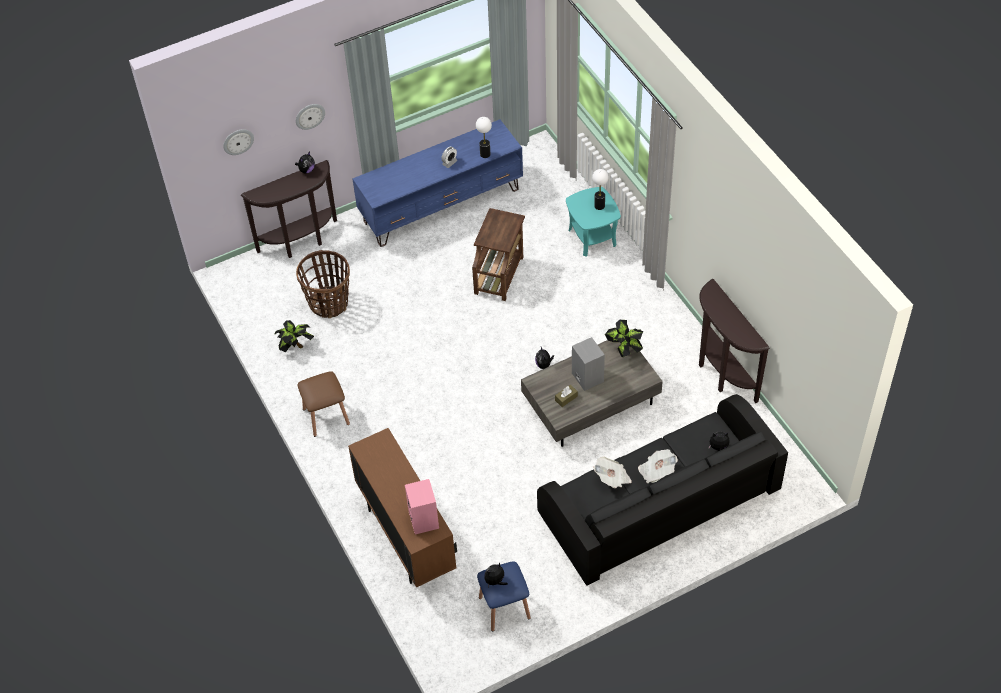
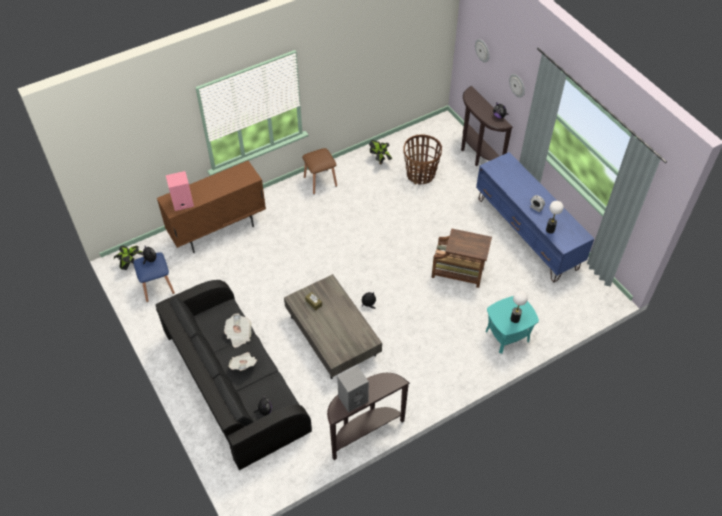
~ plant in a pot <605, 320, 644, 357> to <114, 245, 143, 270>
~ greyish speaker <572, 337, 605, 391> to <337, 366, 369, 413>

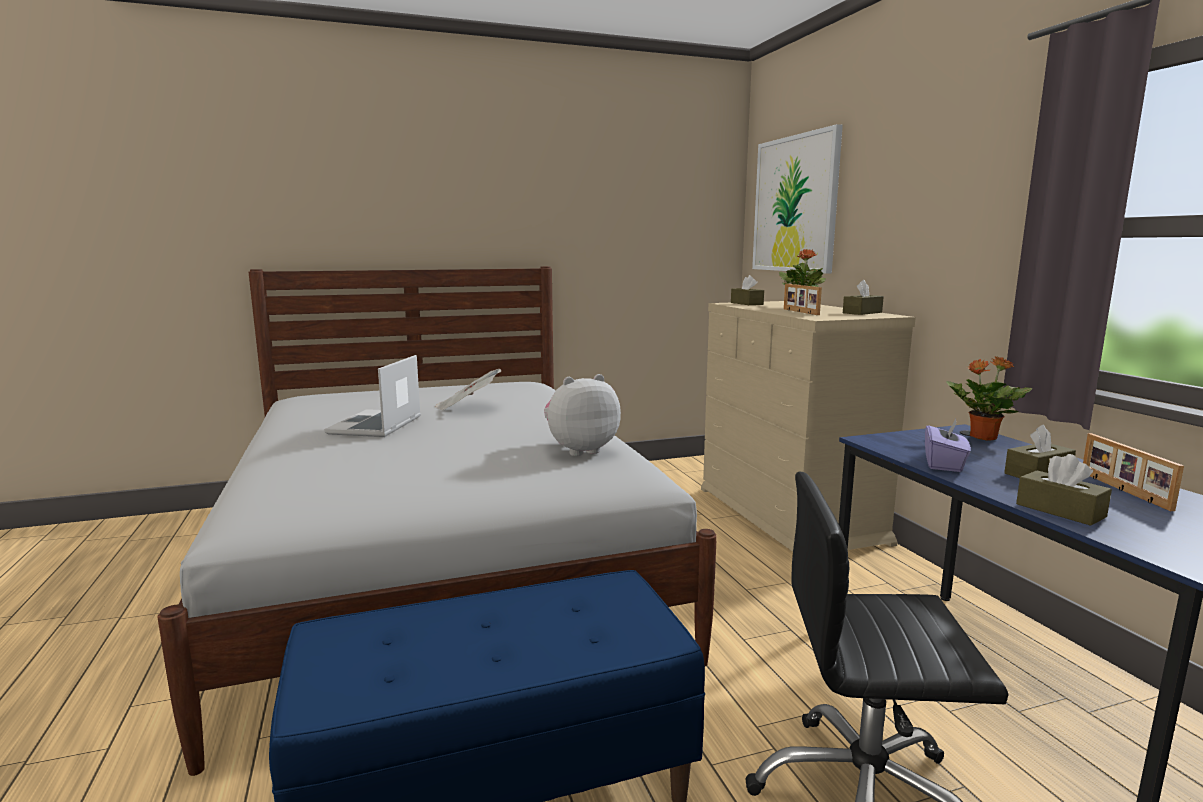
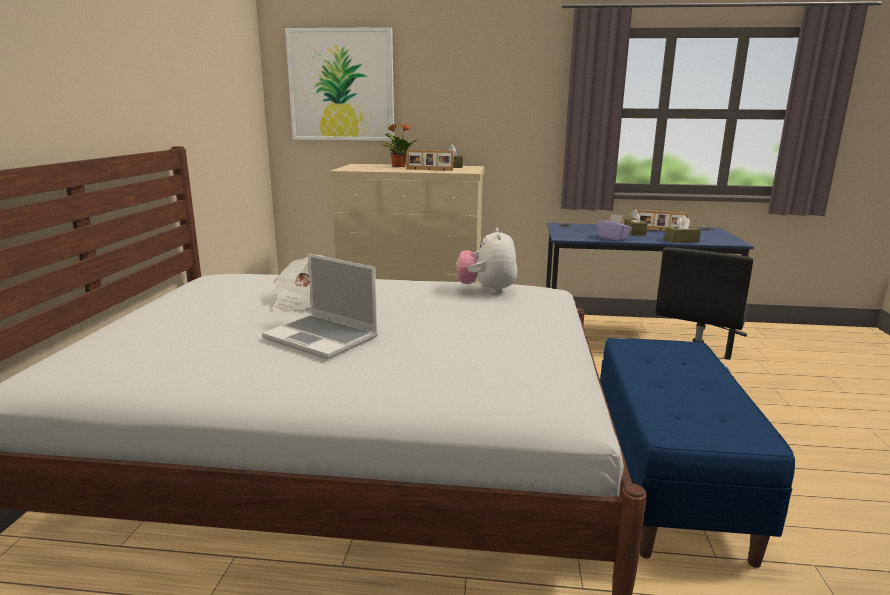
- brown tissue box <731, 275, 764, 305>
- plant in a pot <946, 357, 1032, 441>

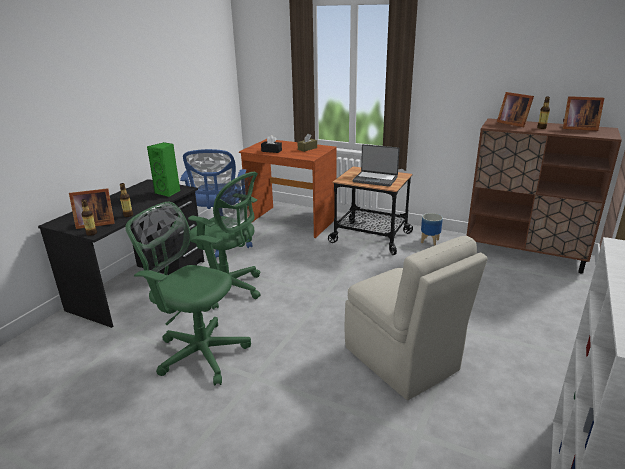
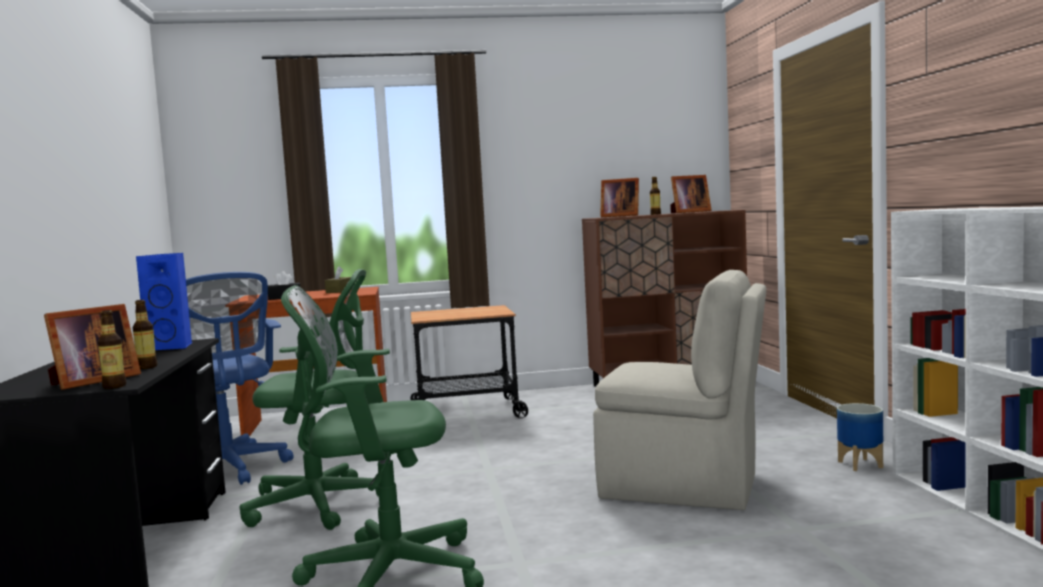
~ green-coloured speaker <147, 142, 180, 197> to blue speaker <136, 253, 192, 350>
- portable computer <353, 144, 400, 187>
~ planter <421, 213, 443, 246> to <837, 403, 883, 471>

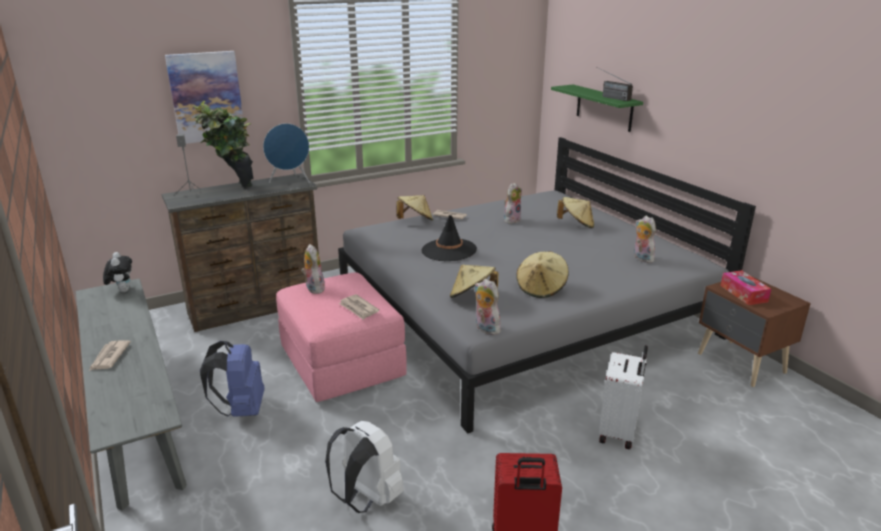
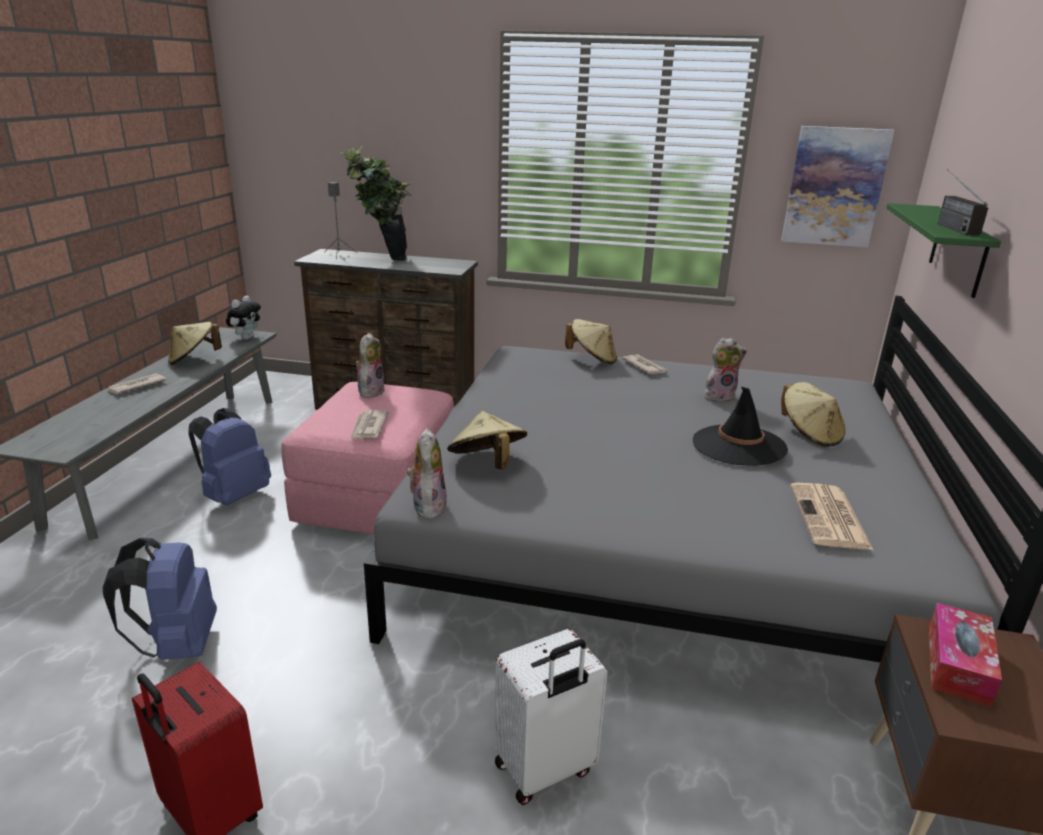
~ wall picture <165, 51, 243, 144> to <781, 126, 894, 247>
- blue speaker <263, 123, 310, 183>
~ black clothing hat <421, 215, 477, 261> to <693, 387, 788, 466>
~ soft toy <634, 216, 656, 263> to newspaper <790, 483, 873, 550>
~ beige clothing hat <516, 251, 569, 298> to <168, 322, 222, 365>
~ white rucksack <325, 421, 404, 513> to blue rucksack <103, 537, 217, 660>

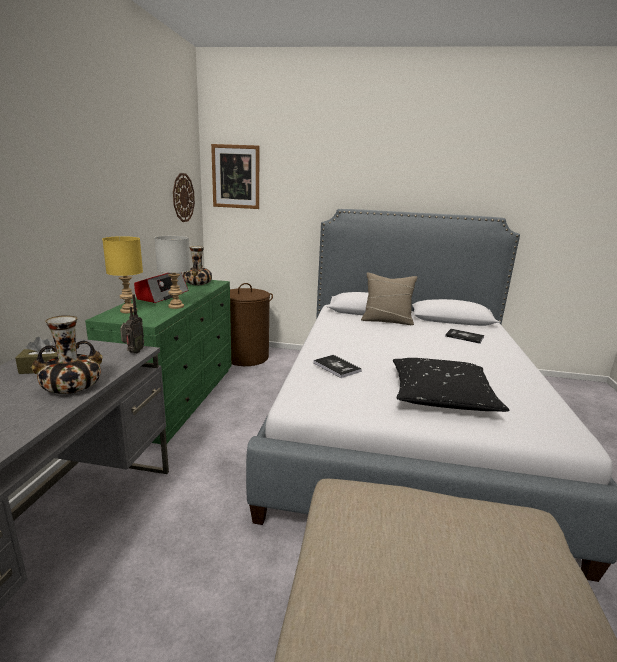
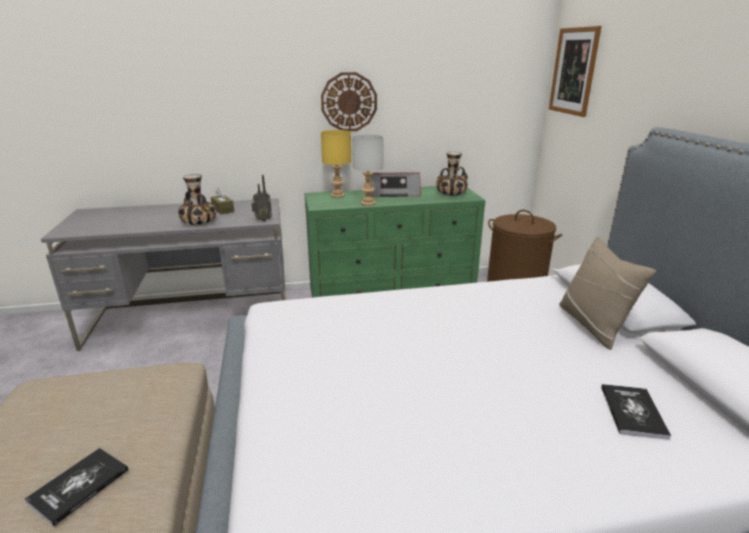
~ wall clock <173, 173, 195, 222> to <321, 72, 377, 131>
~ book <313, 355, 362, 378> to <25, 448, 129, 527>
- black cushion <393, 358, 510, 412>

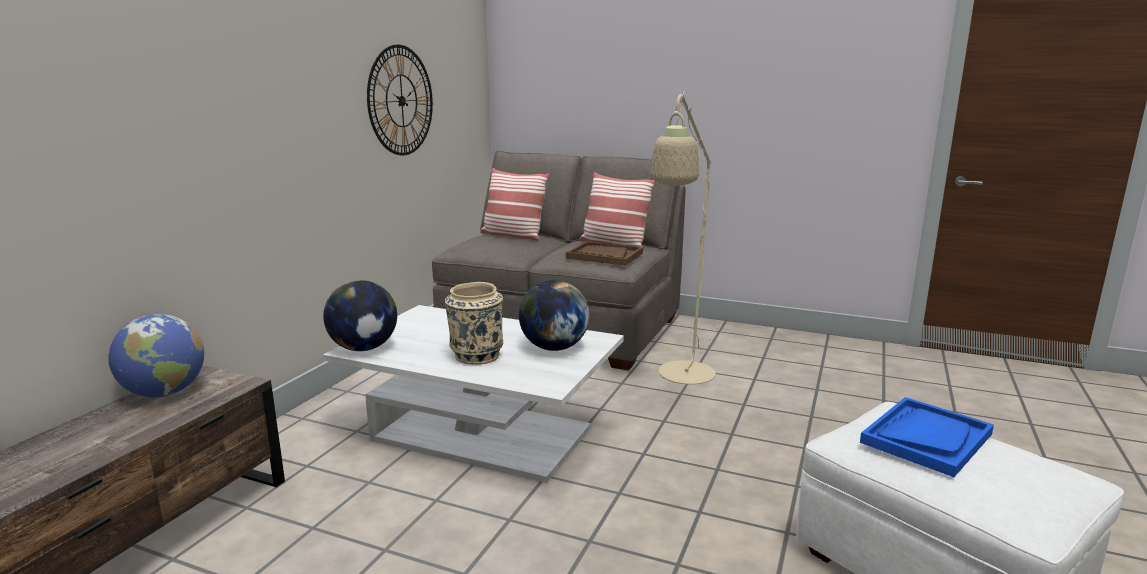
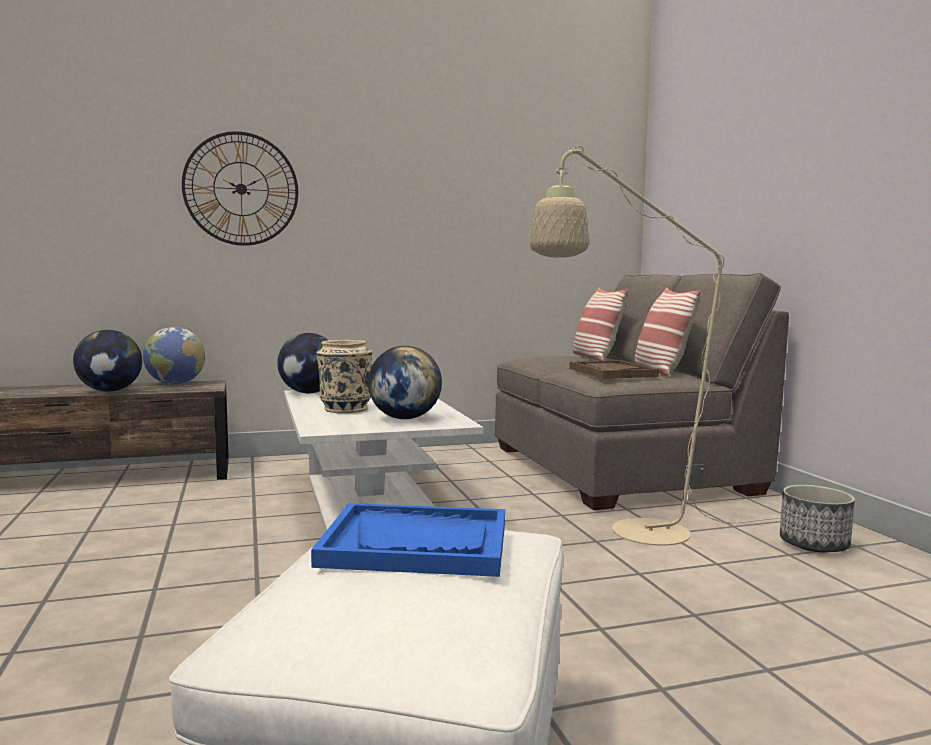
~ wall clock <367, 45, 433, 156> to <182, 131, 298, 246>
+ globe <73, 330, 142, 391>
+ planter <780, 485, 855, 553>

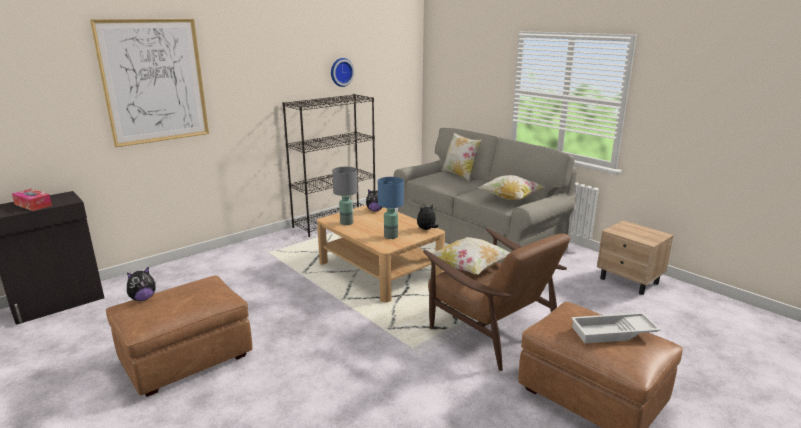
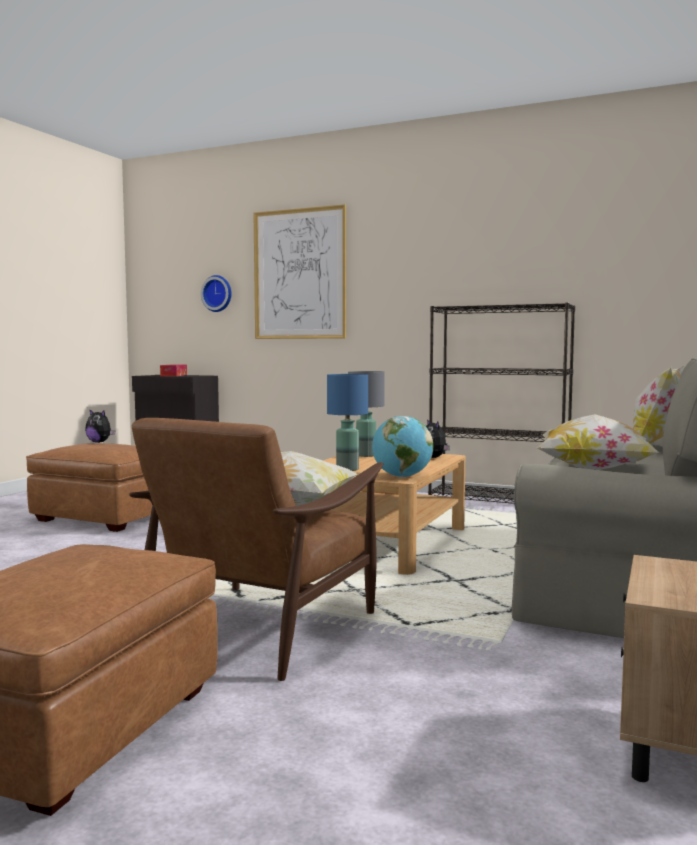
~ wall clock <331, 58, 354, 87> to <201, 275, 232, 312>
~ soft toy <417, 205, 438, 230> to globe <372, 416, 433, 477>
- white serving tray <571, 312, 661, 344>

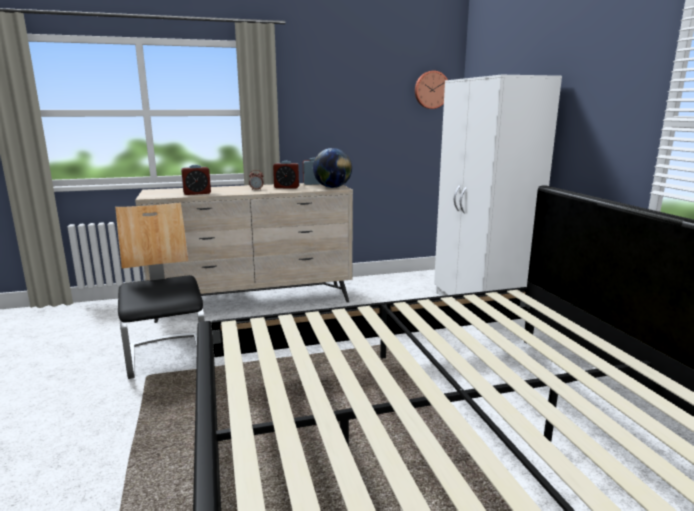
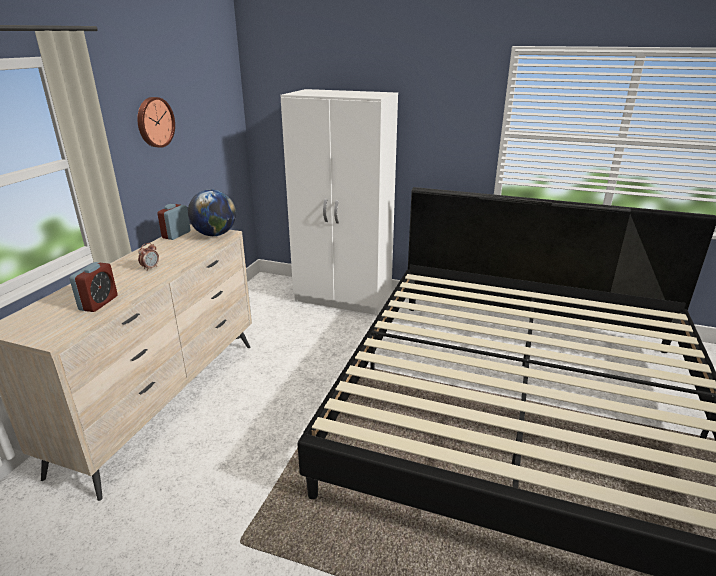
~ wall clock <415, 71, 448, 109> to <137, 97, 175, 148>
- alarm clock <273, 161, 300, 188>
- chair <115, 202, 205, 379>

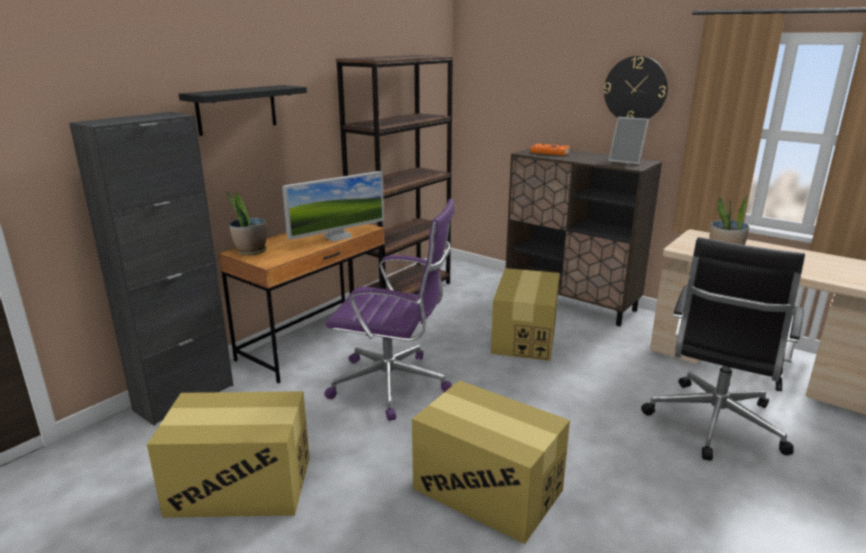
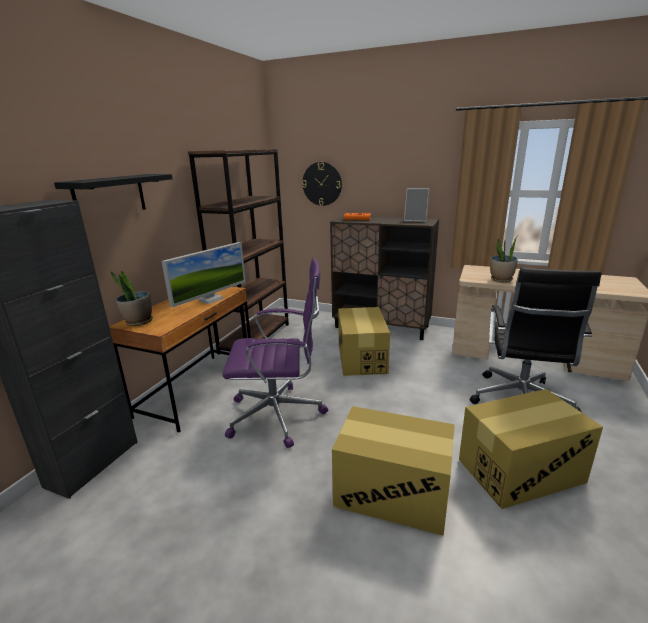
~ wall clock <604, 56, 668, 119> to <302, 162, 342, 206>
~ cardboard box <147, 391, 310, 518> to <459, 389, 603, 509>

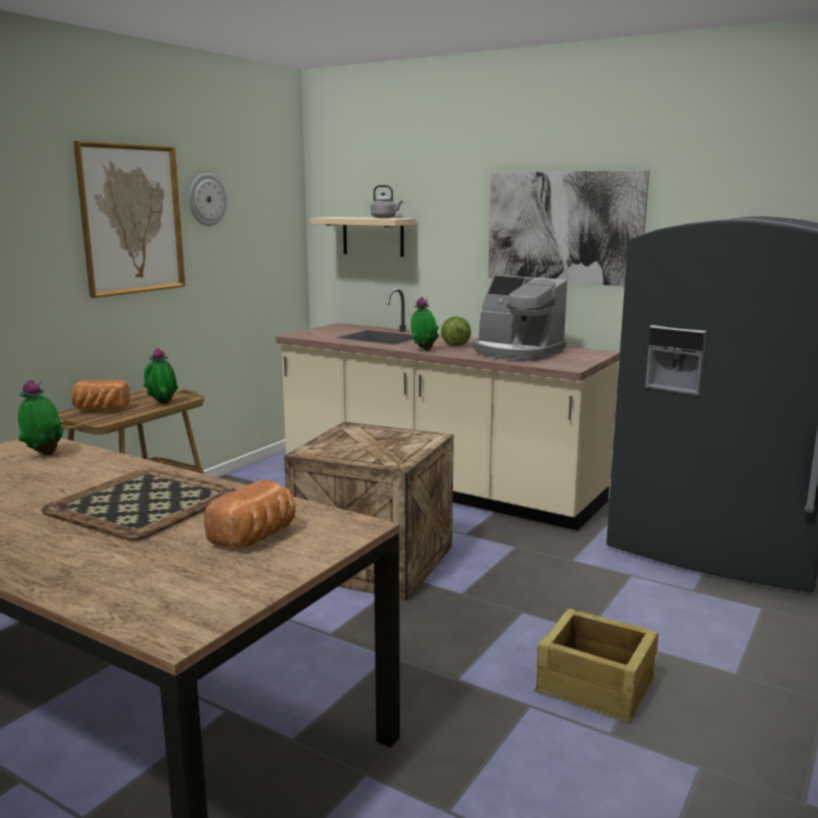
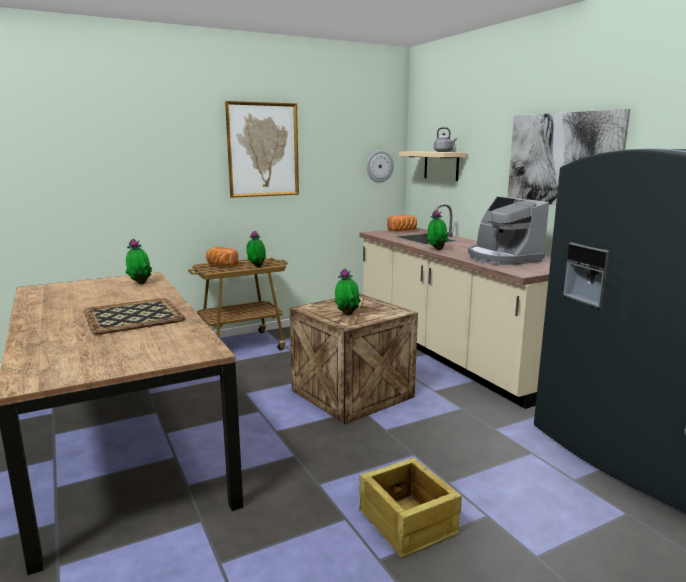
~ wall clock <189, 173, 227, 226> to <367, 150, 394, 183>
- head of lettuce <441, 316, 471, 347>
~ baked bread <204, 479, 296, 548> to <387, 215, 417, 231>
+ plant in a pot <335, 269, 361, 315>

